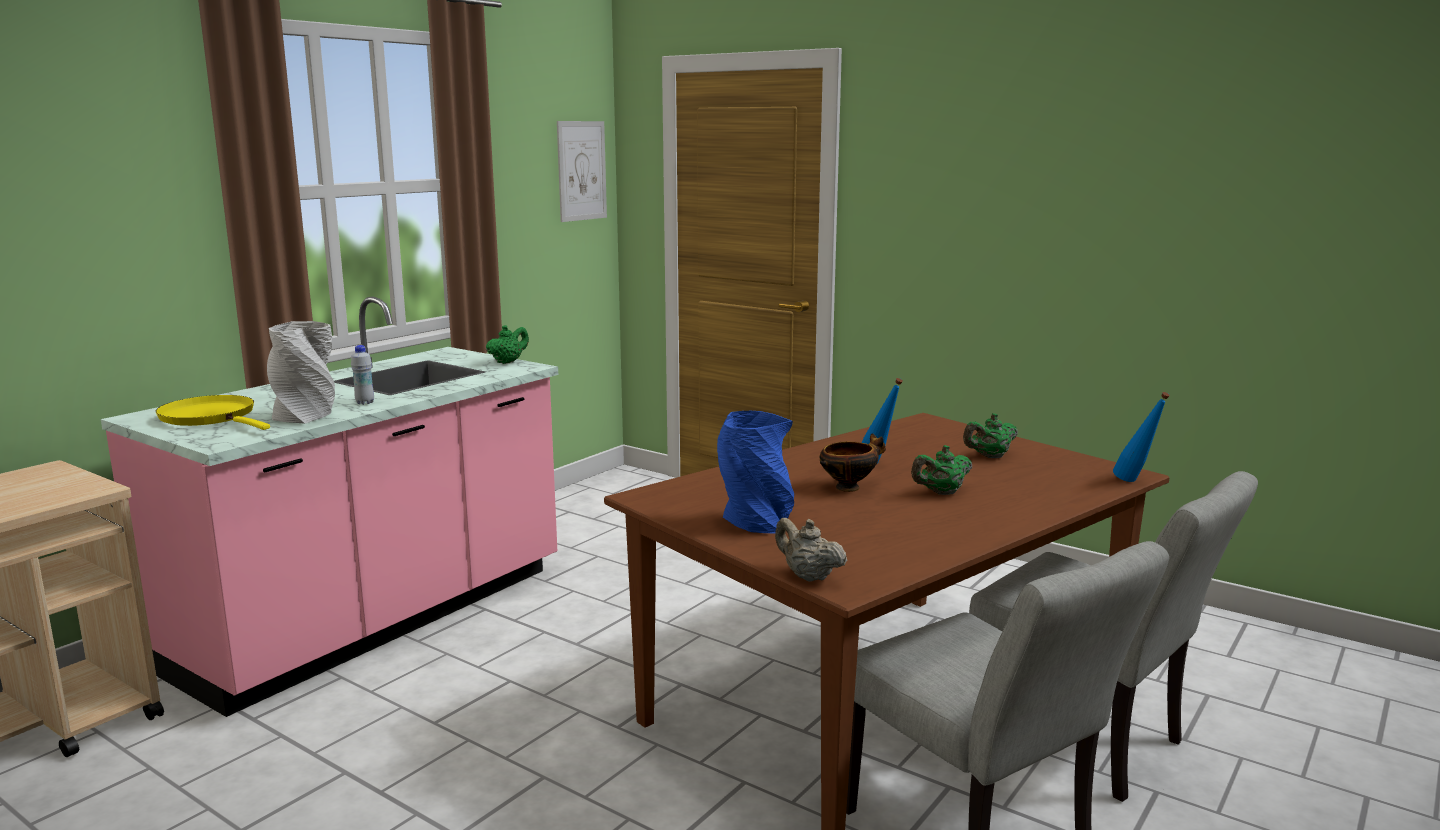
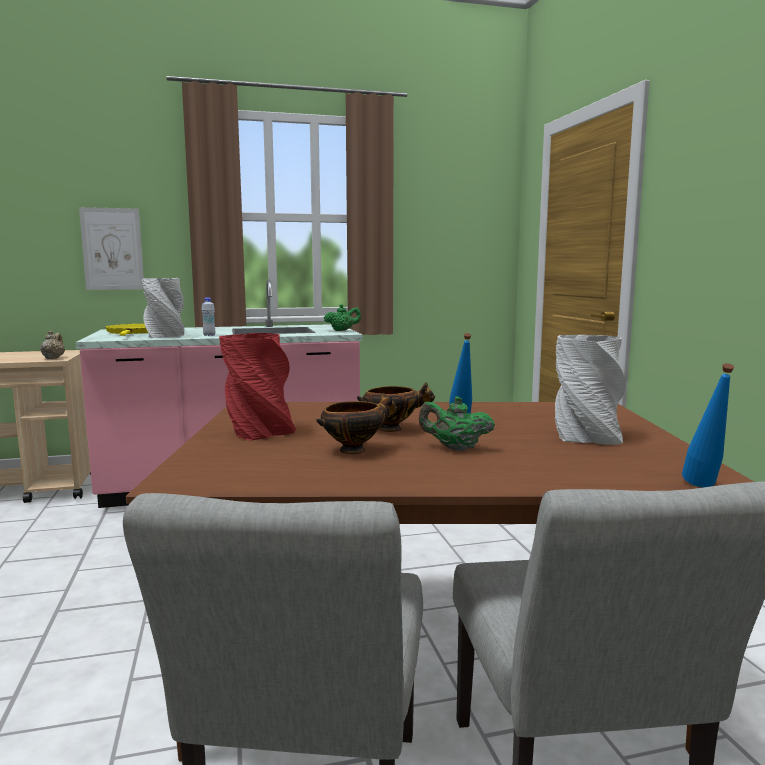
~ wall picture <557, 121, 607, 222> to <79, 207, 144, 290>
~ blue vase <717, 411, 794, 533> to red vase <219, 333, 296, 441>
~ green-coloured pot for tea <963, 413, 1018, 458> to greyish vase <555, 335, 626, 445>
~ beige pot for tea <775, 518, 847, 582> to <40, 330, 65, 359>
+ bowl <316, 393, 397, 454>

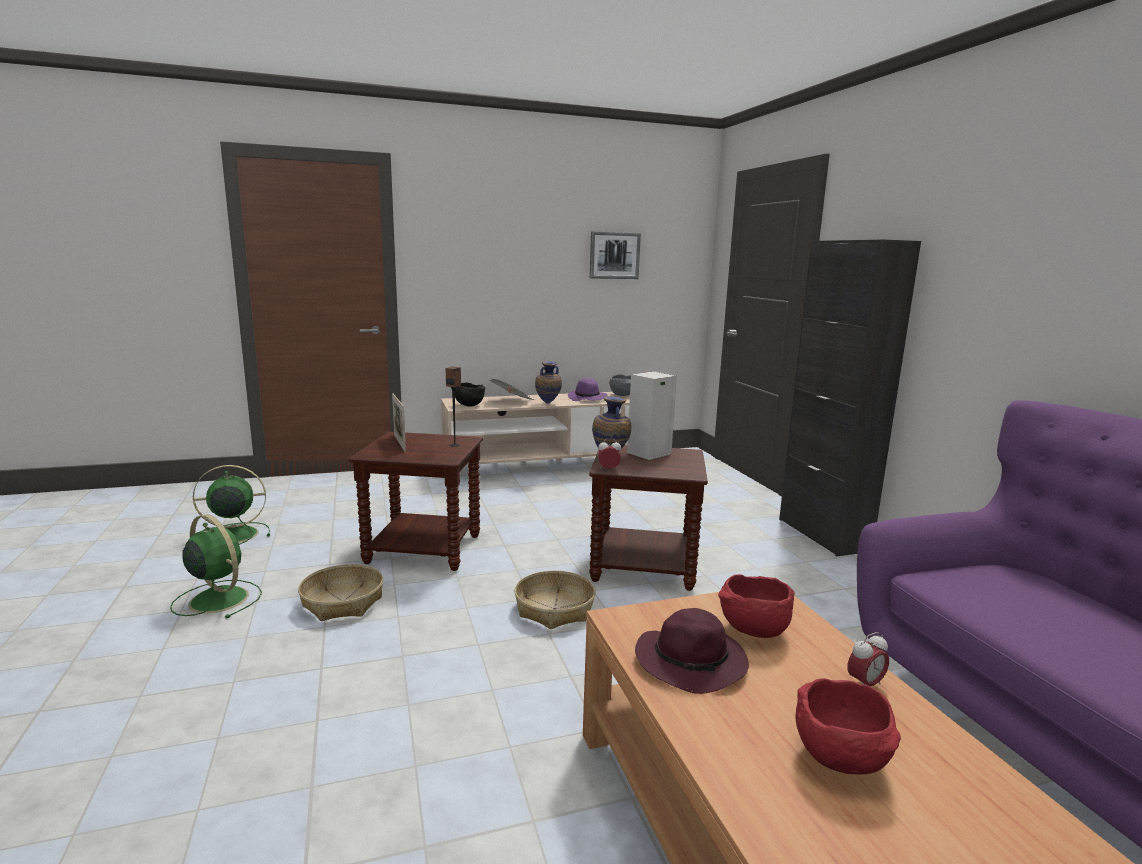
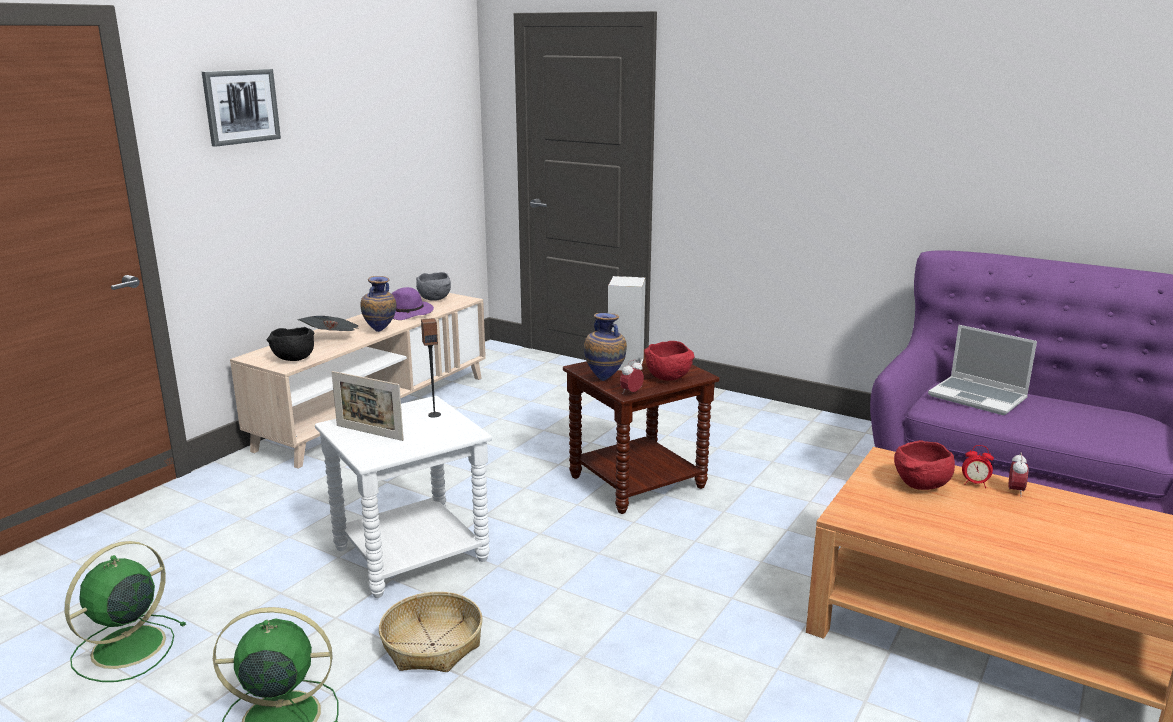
~ wall picture <590, 231, 641, 279> to <202, 69, 281, 147>
- black cupboard <779, 239, 921, 556>
~ brown accent table <349, 432, 483, 571> to white accent table <315, 396, 492, 598>
- storage basket <514, 571, 596, 629>
- purple-coloured clothing hat <635, 608, 749, 694>
~ red bowl <795, 678, 901, 774> to <644, 341, 695, 380>
+ portable computer <928, 325, 1037, 415>
+ alarm clock <962, 445, 994, 488>

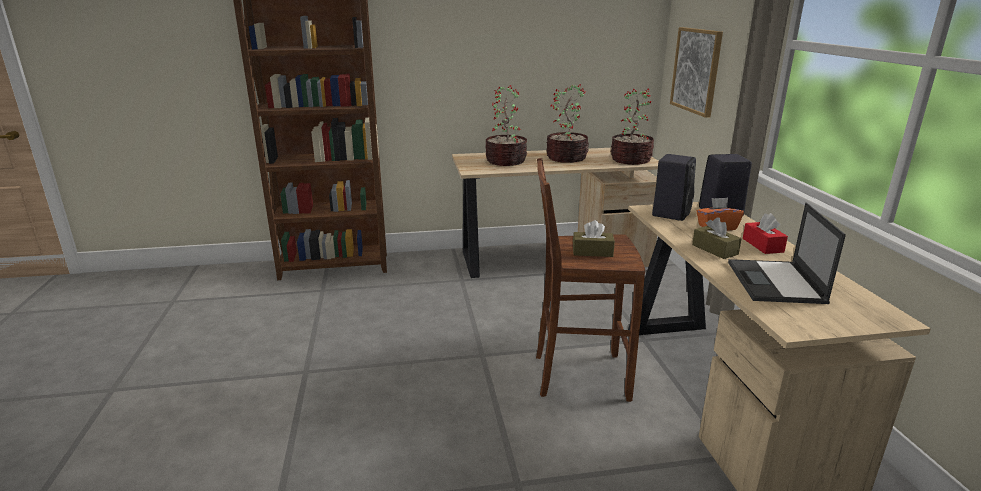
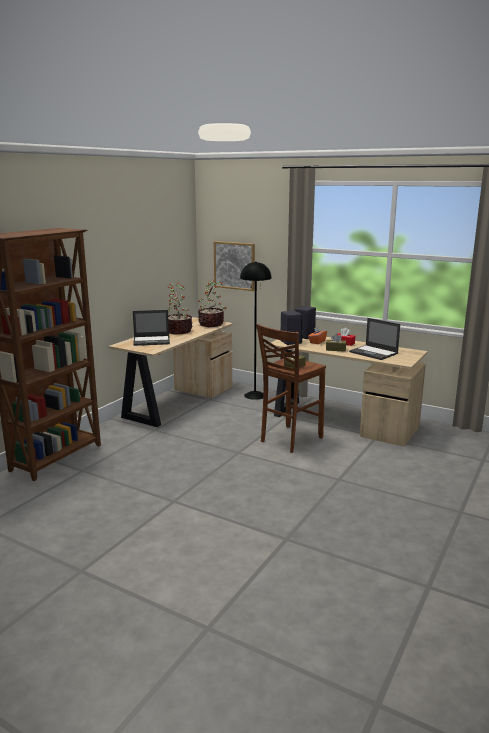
~ plant in a pot <485, 85, 527, 166> to portable computer <133, 310, 170, 346>
+ black standing lamp <240, 261, 272, 400>

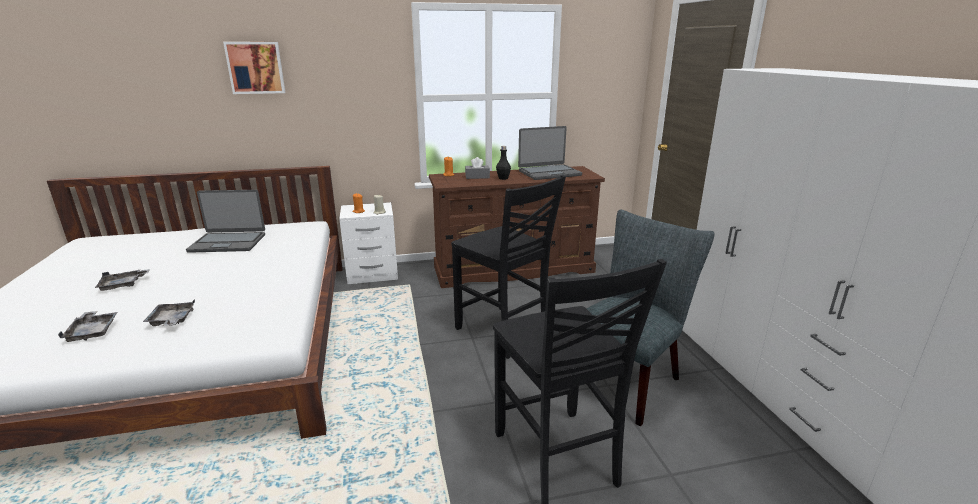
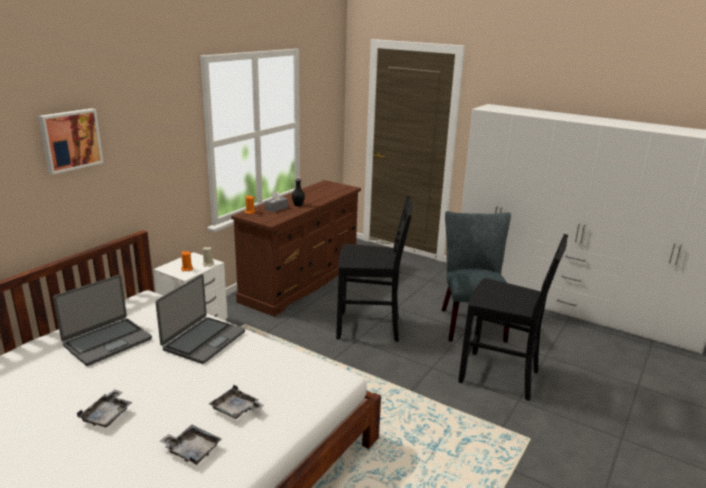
~ portable computer <518, 126, 582, 180> to <155, 274, 245, 364>

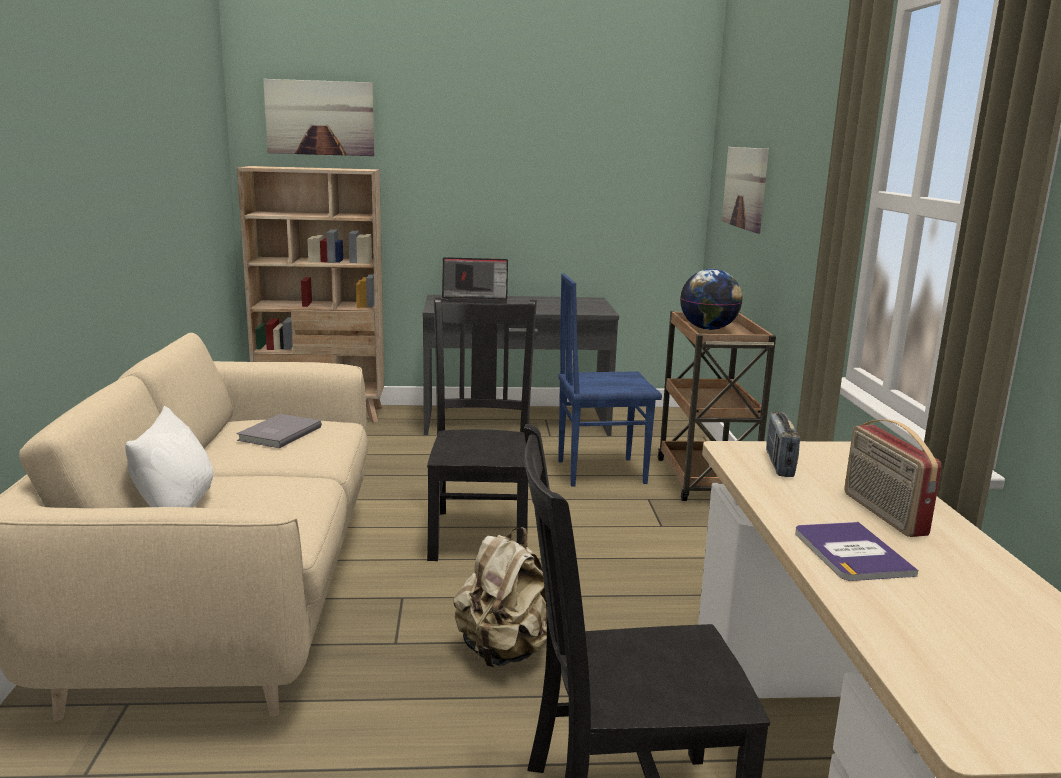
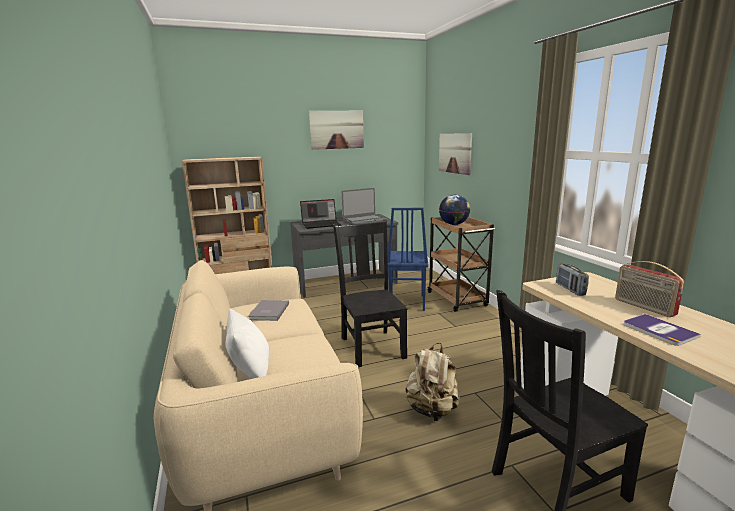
~ wall picture <263, 79, 374, 156> to <309, 111, 364, 150>
~ blue chair <558, 273, 662, 487> = <388, 208, 429, 311> 60 degrees counterclockwise
+ portable computer <342, 188, 388, 225>

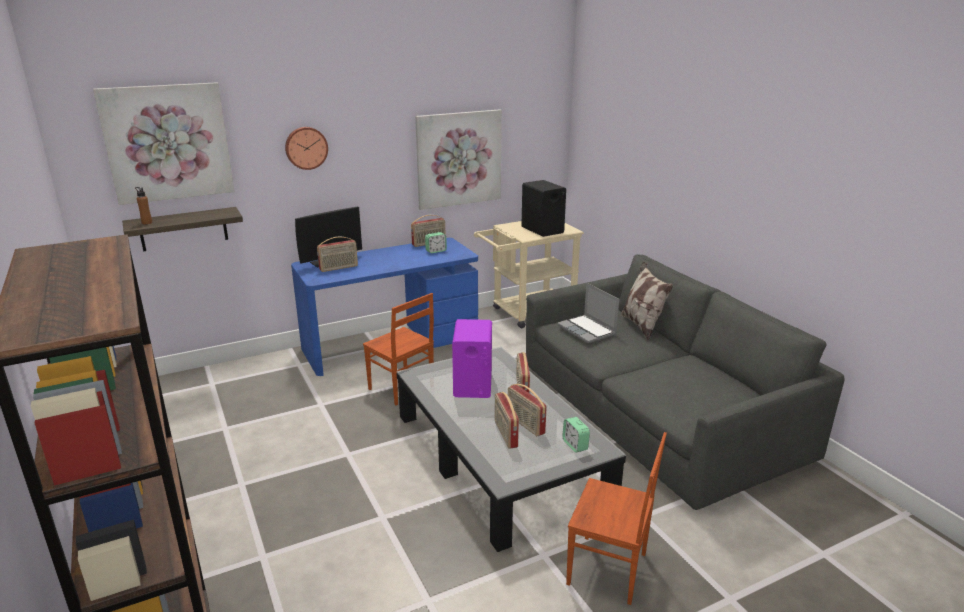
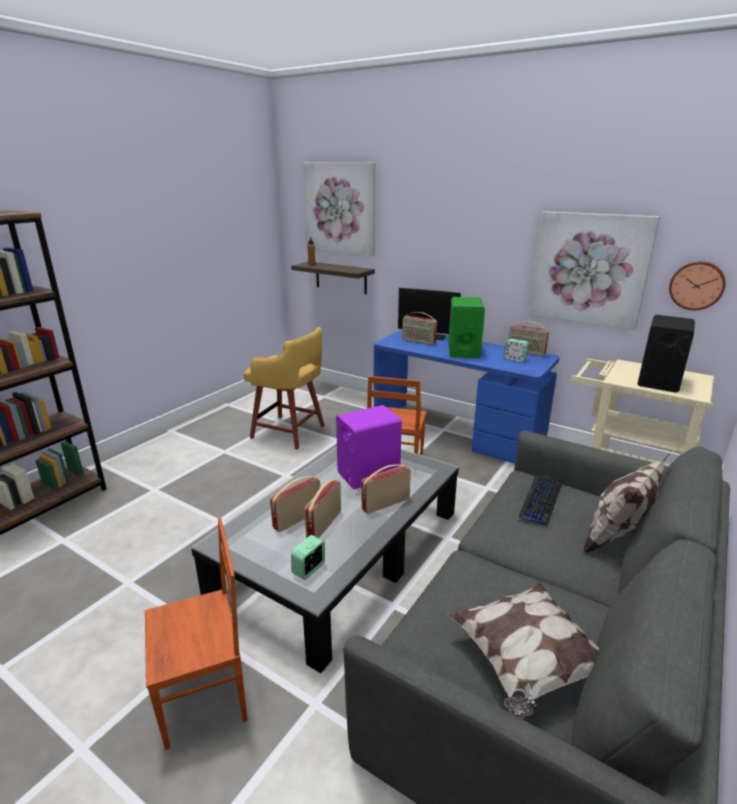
~ wall clock <285, 127, 328, 170> to <669, 261, 726, 310>
~ portable computer <557, 283, 619, 343> to computer keyboard <519, 475, 562, 526>
~ brown chair <566, 432, 667, 605> = <145, 518, 248, 750> 105 degrees counterclockwise
+ green-coloured speaker <448, 297, 485, 358>
+ yellow stool <243, 327, 325, 449>
+ cushion <448, 582, 599, 719>

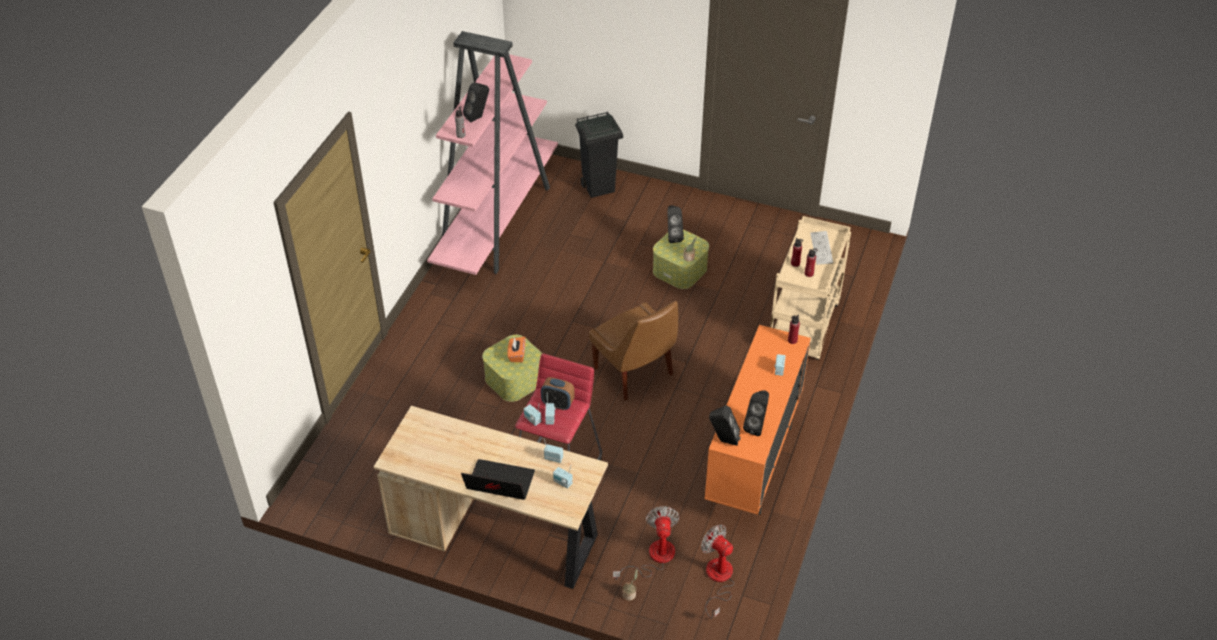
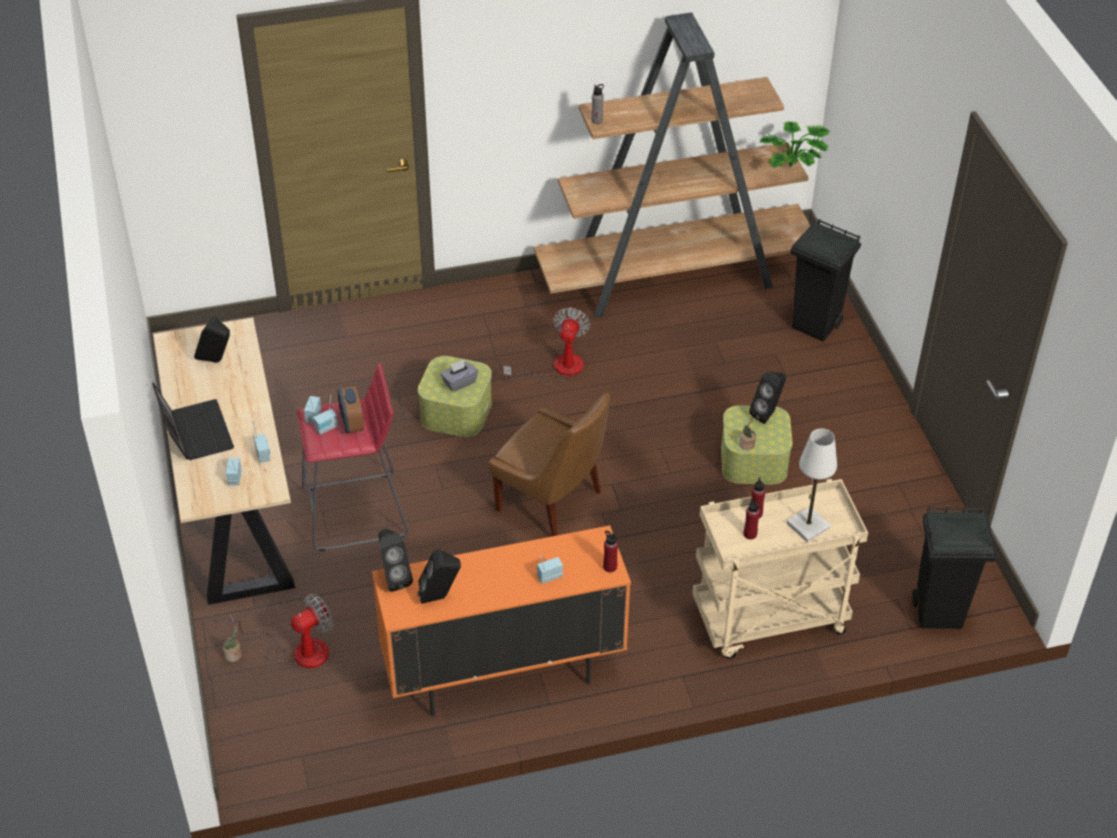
~ pinkish shelving unit <427, 31, 558, 275> to brown shelving unit <534, 12, 810, 318>
~ black speaker <463, 82, 489, 122> to <194, 316, 230, 363>
~ computer keyboard <810, 231, 833, 265> to white lamp for a table <787, 429, 837, 542>
~ brown chair <589, 301, 678, 400> = <489, 393, 610, 536> 75 degrees counterclockwise
~ orangey tissue box <507, 337, 525, 362> to greyish tissue box <441, 360, 478, 392>
~ fan <701, 525, 734, 619> to <503, 307, 590, 386>
+ plant in a pot <759, 121, 830, 168>
+ black waste bin <912, 507, 996, 629>

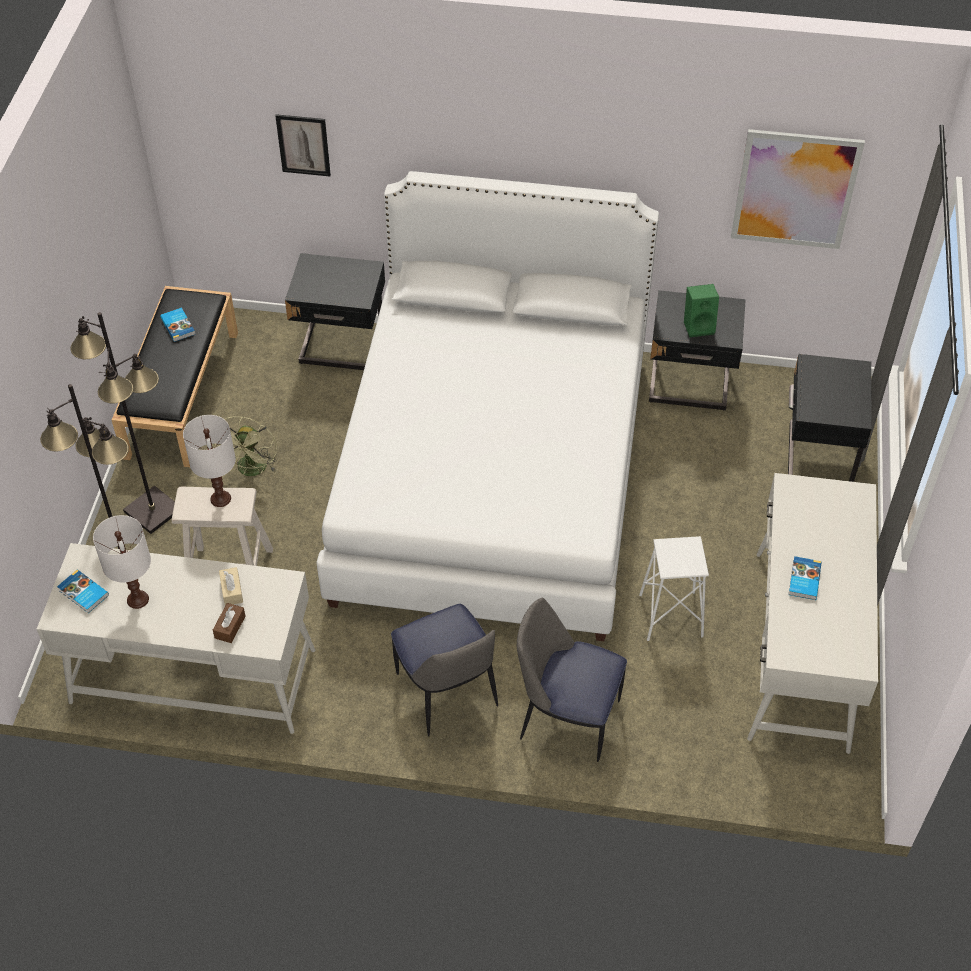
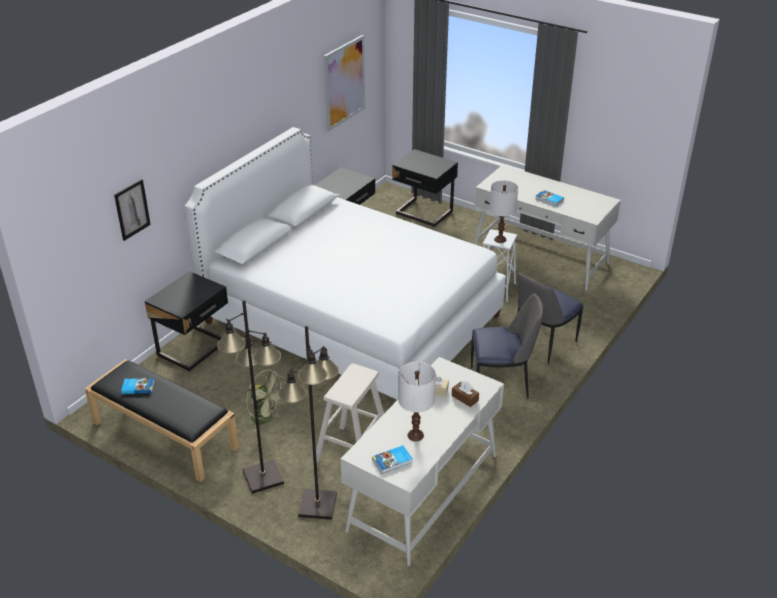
- green-coloured speaker <684, 284, 719, 337>
~ white lamp for a table <183, 415, 236, 507> to <489, 180, 518, 243>

